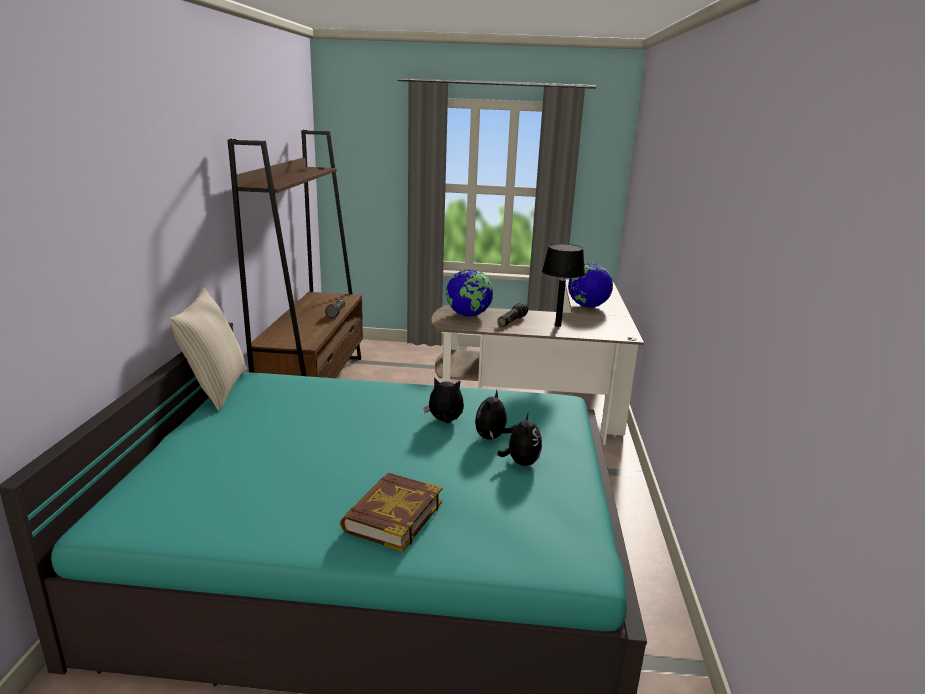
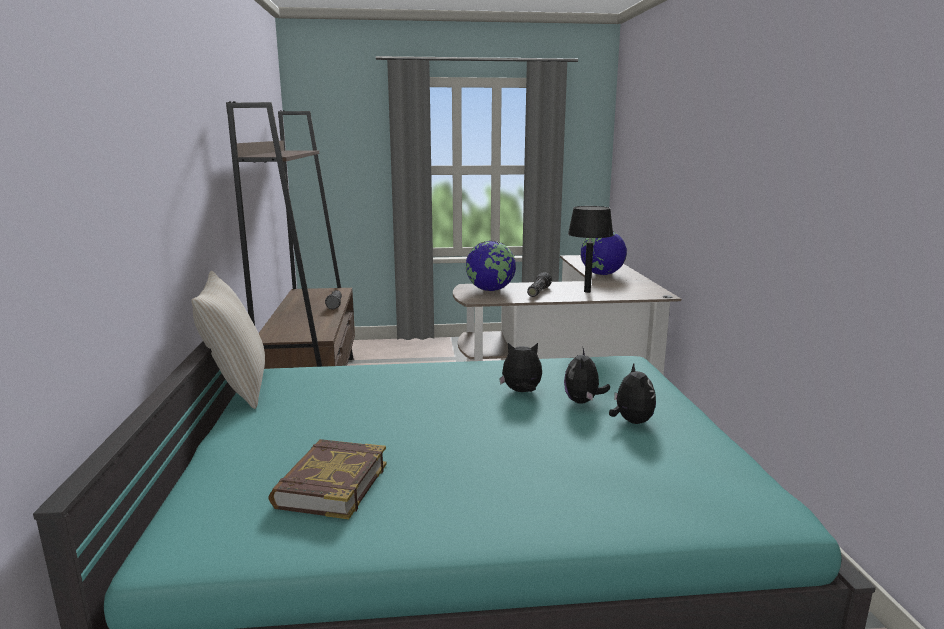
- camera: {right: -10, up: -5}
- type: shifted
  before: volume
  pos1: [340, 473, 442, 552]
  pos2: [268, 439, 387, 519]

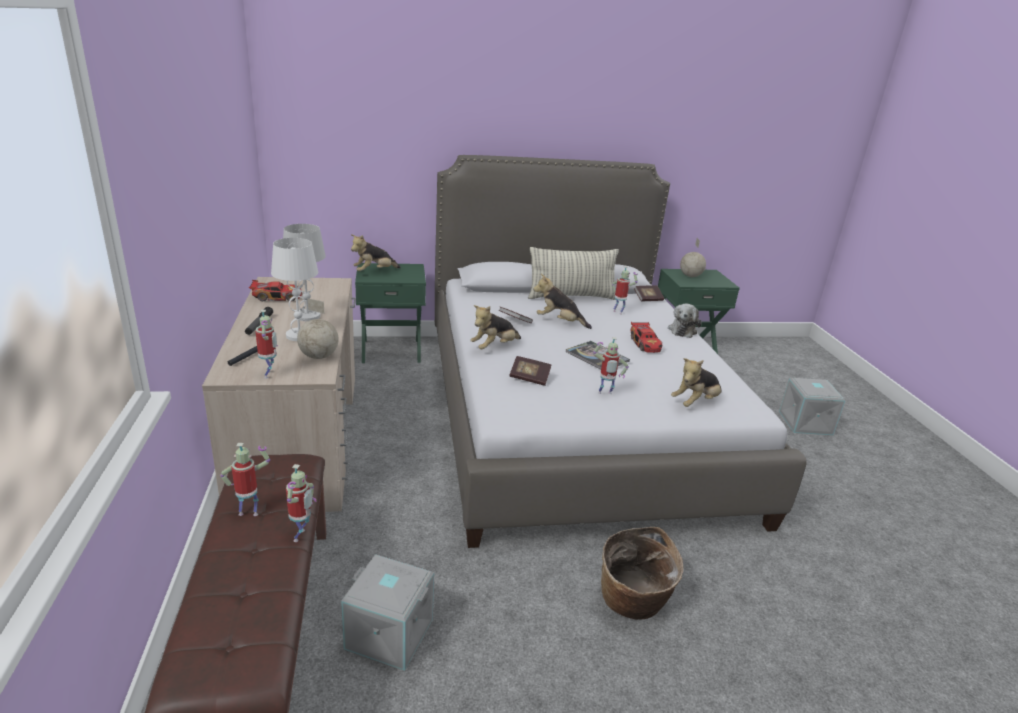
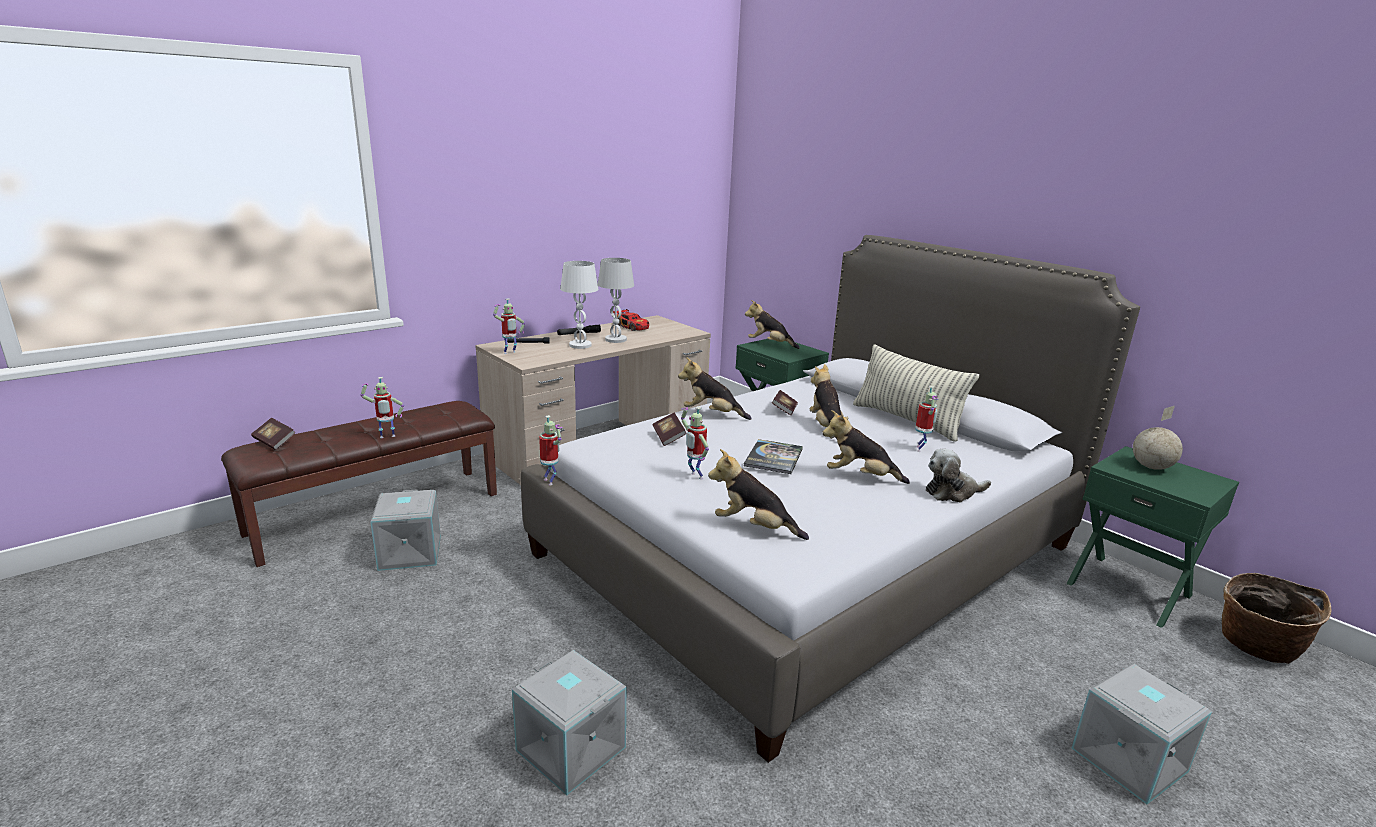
- camera: {right: 60, up: -5}
- type: shifted
  before: volume
  pos1: [634, 285, 664, 301]
  pos2: [251, 418, 296, 450]
- type: gone
  before: globe
  pos1: [297, 298, 339, 359]
- type: swapped
  before: miniature car
  after: soft toy
  pos1: [631, 322, 662, 353]
  pos2: [822, 410, 910, 484]
- type: shifted
  before: toy robot
  pos1: [220, 443, 270, 516]
  pos2: [539, 415, 562, 485]
- type: shifted
  before: storage basket
  pos1: [601, 527, 683, 620]
  pos2: [1222, 573, 1331, 664]
- type: new
  after: gray storage box
  pos2: [512, 650, 626, 795]

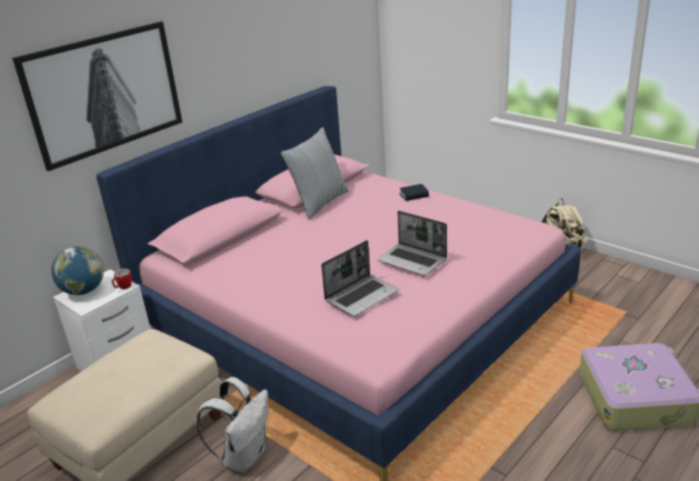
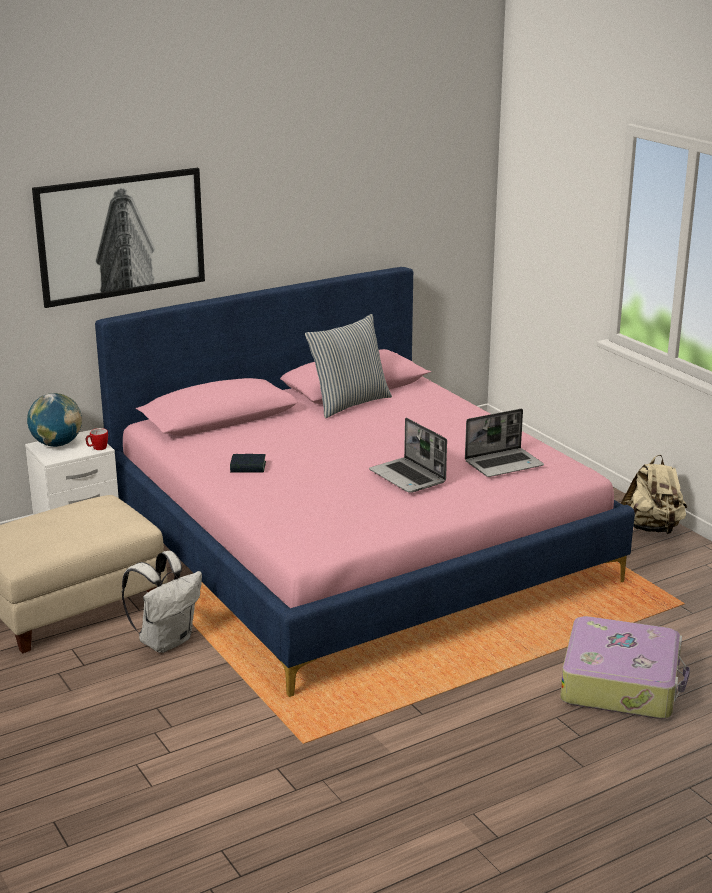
- camera: {right: 15, up: -5}
- type: shifted
  before: volume
  pos1: [399, 184, 429, 201]
  pos2: [230, 454, 266, 472]
- type: shifted
  before: portable computer
  pos1: [321, 240, 399, 316]
  pos2: [465, 409, 544, 477]

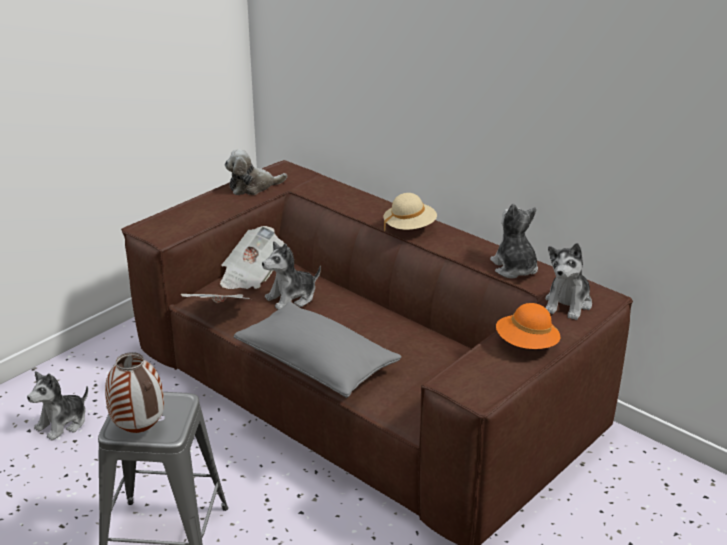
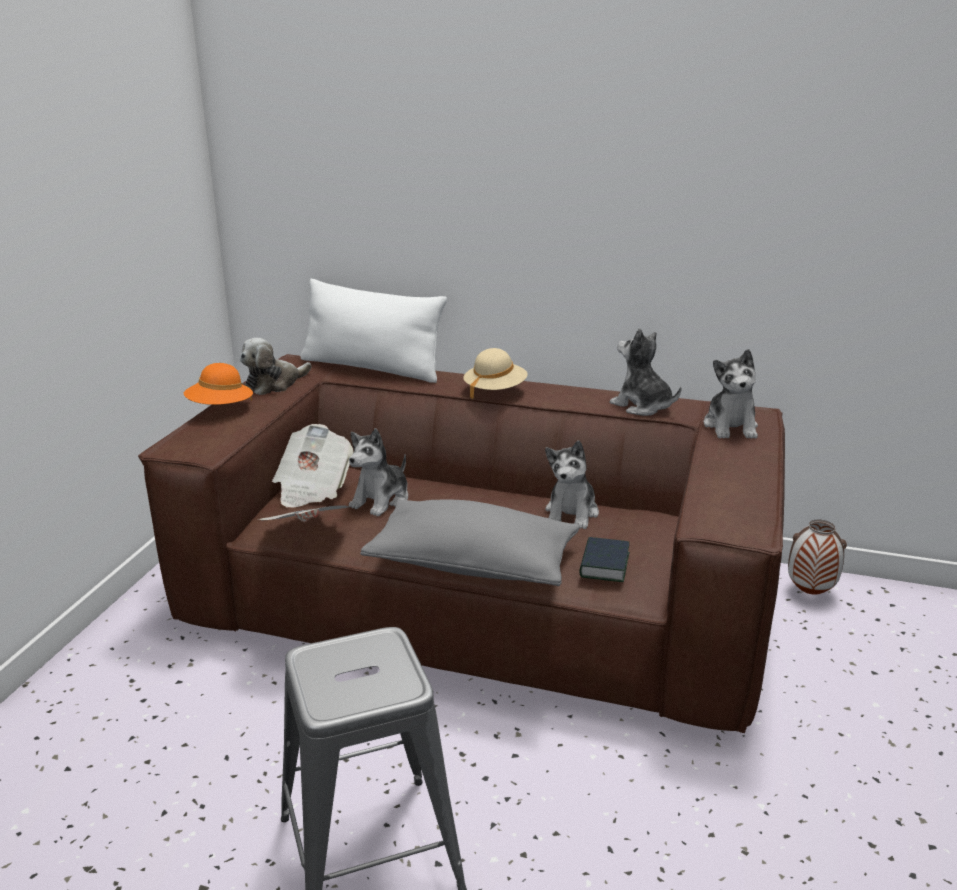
- camera: {right: -25, up: -5}
- type: shifted
  before: orangey wearable hat
  pos1: [496, 303, 560, 349]
  pos2: [184, 363, 253, 405]
- type: shifted
  before: flower vase
  pos1: [105, 352, 164, 433]
  pos2: [788, 520, 847, 595]
- type: shifted
  before: soft toy
  pos1: [27, 371, 88, 441]
  pos2: [545, 440, 599, 529]
- type: new
  after: white cushion
  pos2: [301, 279, 447, 383]
- type: new
  after: volume
  pos2: [579, 537, 630, 582]

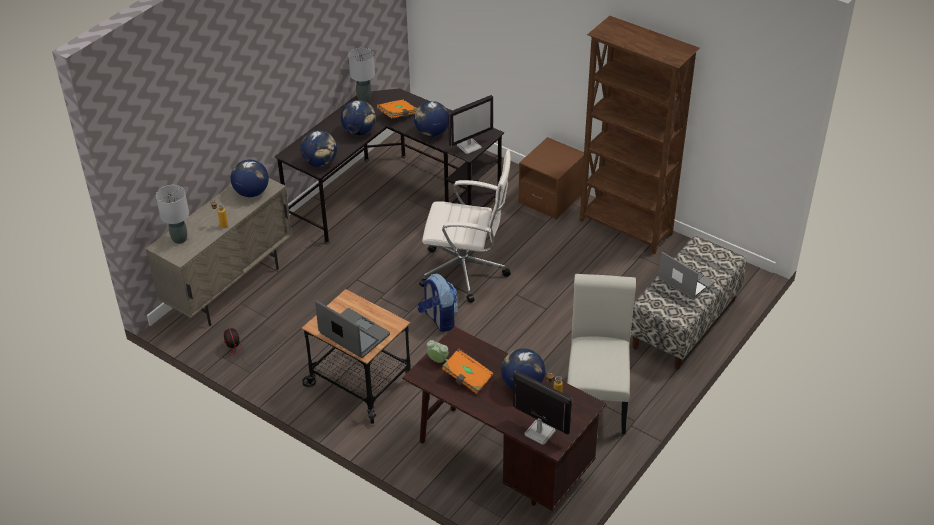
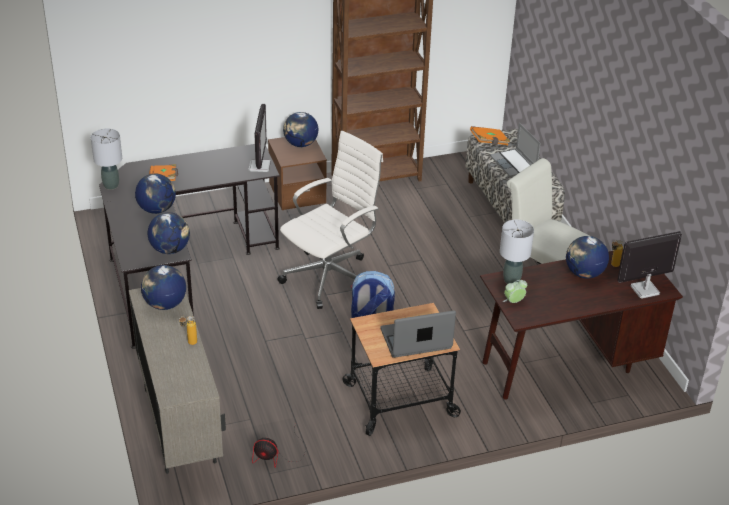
- camera: {right: -55, up: -5}
- type: shifted
  before: globe
  pos1: [414, 101, 449, 137]
  pos2: [283, 112, 318, 147]
- type: shifted
  before: gray lamp for a table
  pos1: [156, 185, 189, 244]
  pos2: [500, 219, 534, 284]
- type: rotated
  before: portable computer
  pos1: [658, 252, 715, 300]
  pos2: [490, 123, 541, 177]
  turn: -105
- type: shifted
  before: orangey volume
  pos1: [442, 348, 493, 394]
  pos2: [470, 126, 510, 145]

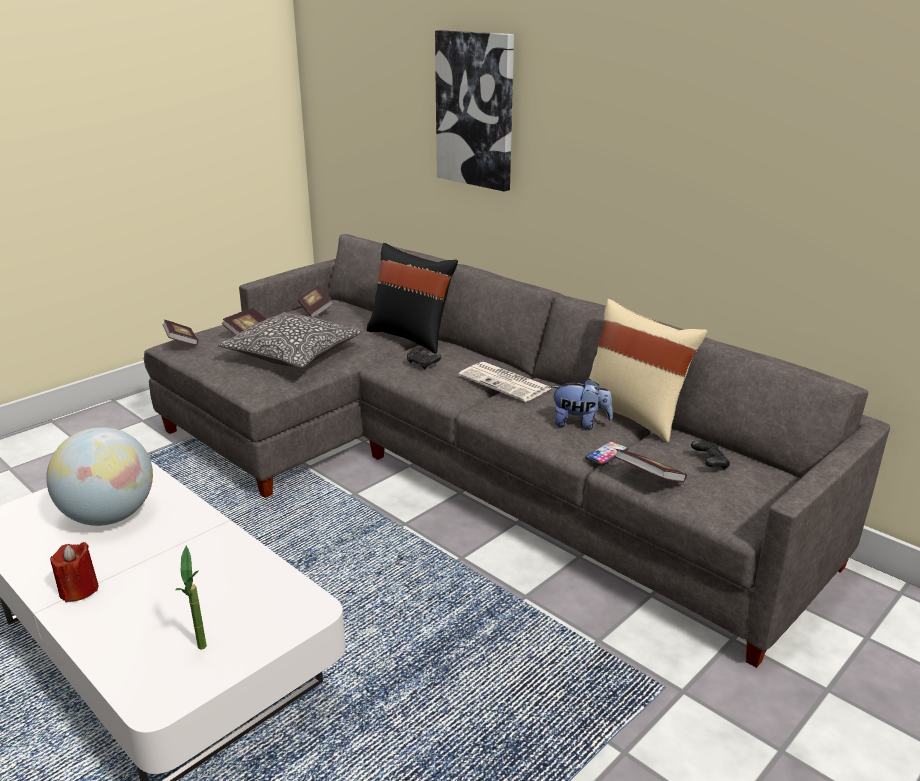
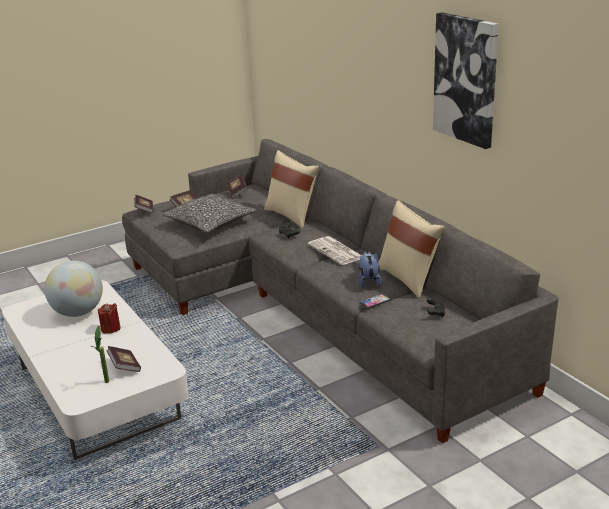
- camera: {right: 15, up: 0}
- type: shifted
  before: wall art
  pos1: [435, 30, 514, 191]
  pos2: [433, 12, 499, 149]
- type: repainted
  before: black cushion
  after: sand-coloured cushion
  pos1: [366, 243, 458, 354]
  pos2: [264, 150, 319, 228]
- type: rotated
  before: soft toy
  pos1: [552, 379, 613, 430]
  pos2: [359, 251, 382, 288]
  turn: -120
- type: shifted
  before: volume
  pos1: [614, 449, 687, 482]
  pos2: [106, 346, 141, 372]
- type: shifted
  before: red-coloured candle
  pos1: [50, 542, 98, 603]
  pos2: [98, 303, 121, 334]

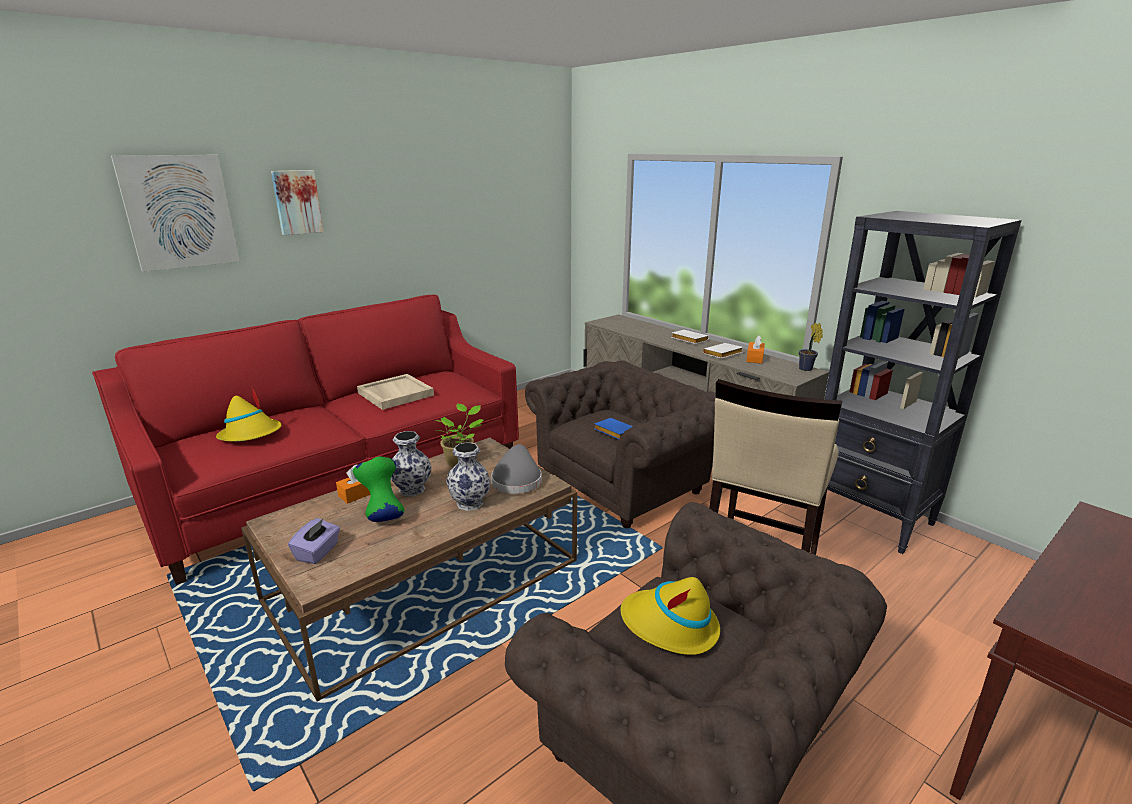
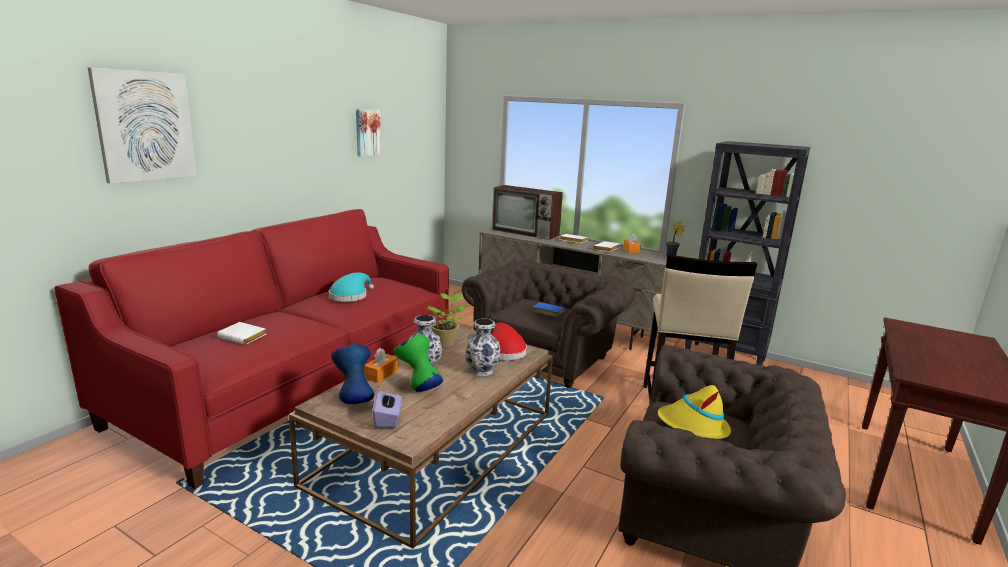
- camera: {right: -20, up: -5}
- type: shifted
  before: wall art
  pos1: [271, 170, 323, 235]
  pos2: [356, 109, 381, 156]
- type: swapped
  before: sand-coloured tray
  after: turquoise wearable hat
  pos1: [357, 374, 434, 410]
  pos2: [329, 272, 374, 302]
- type: swapped
  before: yellow-coloured wearable hat
  after: white volume
  pos1: [216, 386, 281, 441]
  pos2: [217, 322, 266, 345]
- type: repainted
  before: gray wearable hat
  after: red-coloured wearable hat
  pos1: [491, 444, 542, 494]
  pos2: [491, 322, 527, 360]
- type: new
  after: TV set
  pos2: [492, 185, 563, 240]
- type: new
  after: blue flower vase
  pos2: [331, 344, 374, 404]

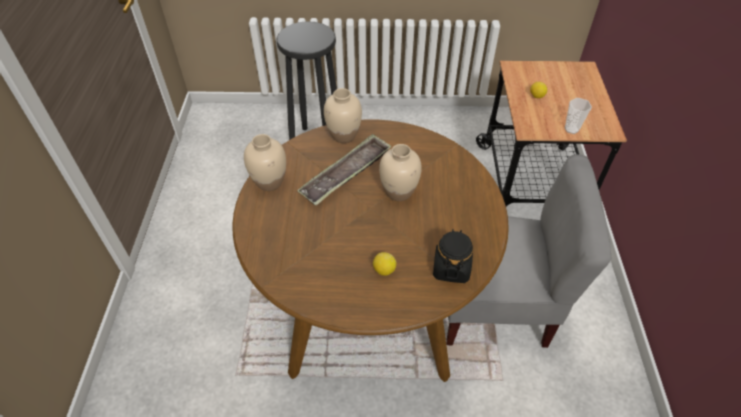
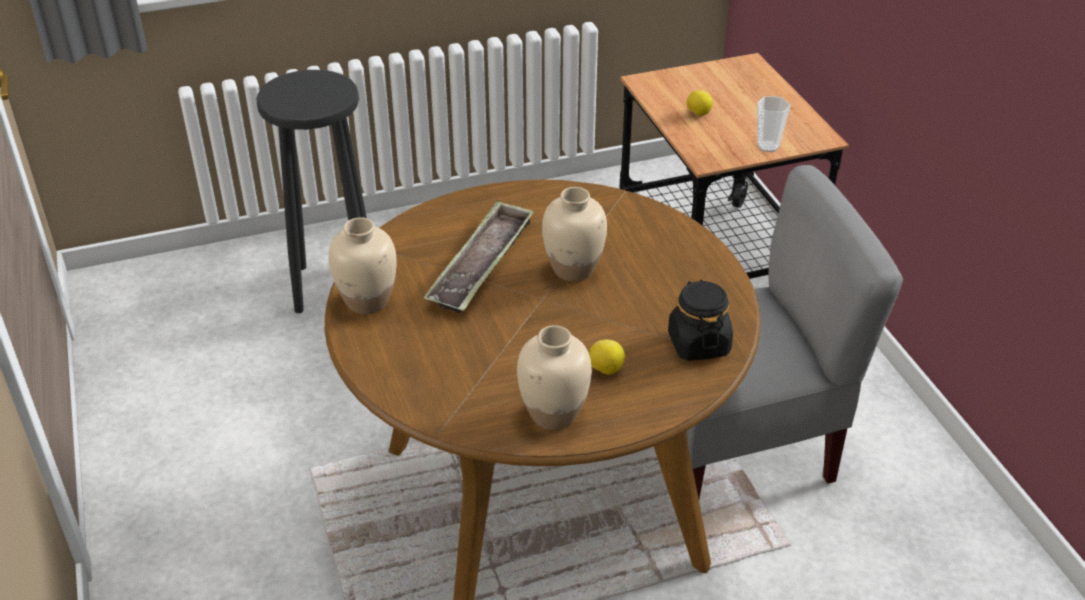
- camera: {right: -20, up: -10}
- type: shifted
  before: sand-coloured flower vase
  pos1: [324, 88, 362, 143]
  pos2: [517, 325, 592, 430]

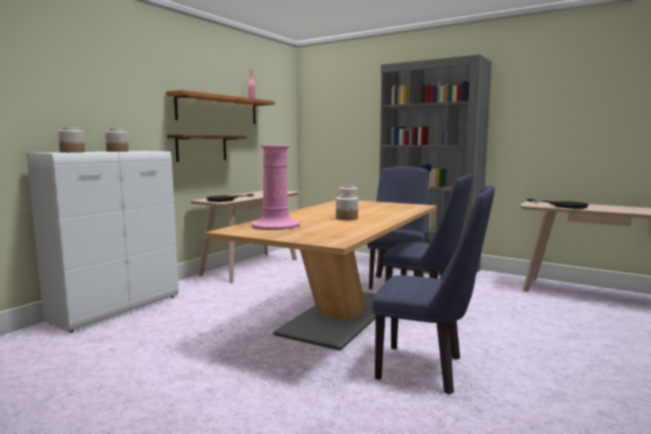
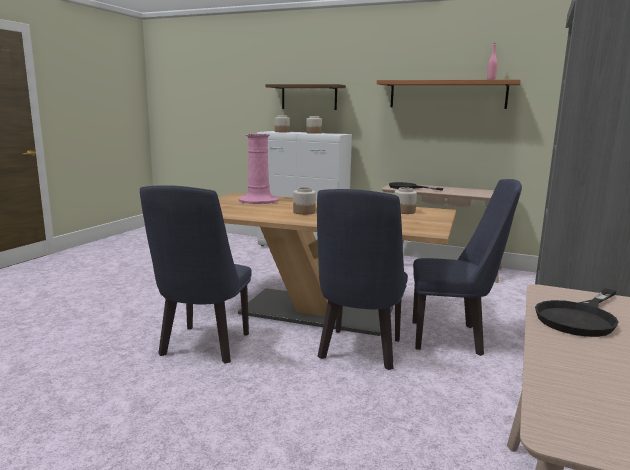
- camera: {right: 80, up: 5}
- type: shifted
  before: bracket shelf
  pos1: [167, 135, 246, 162]
  pos2: [266, 84, 346, 110]

